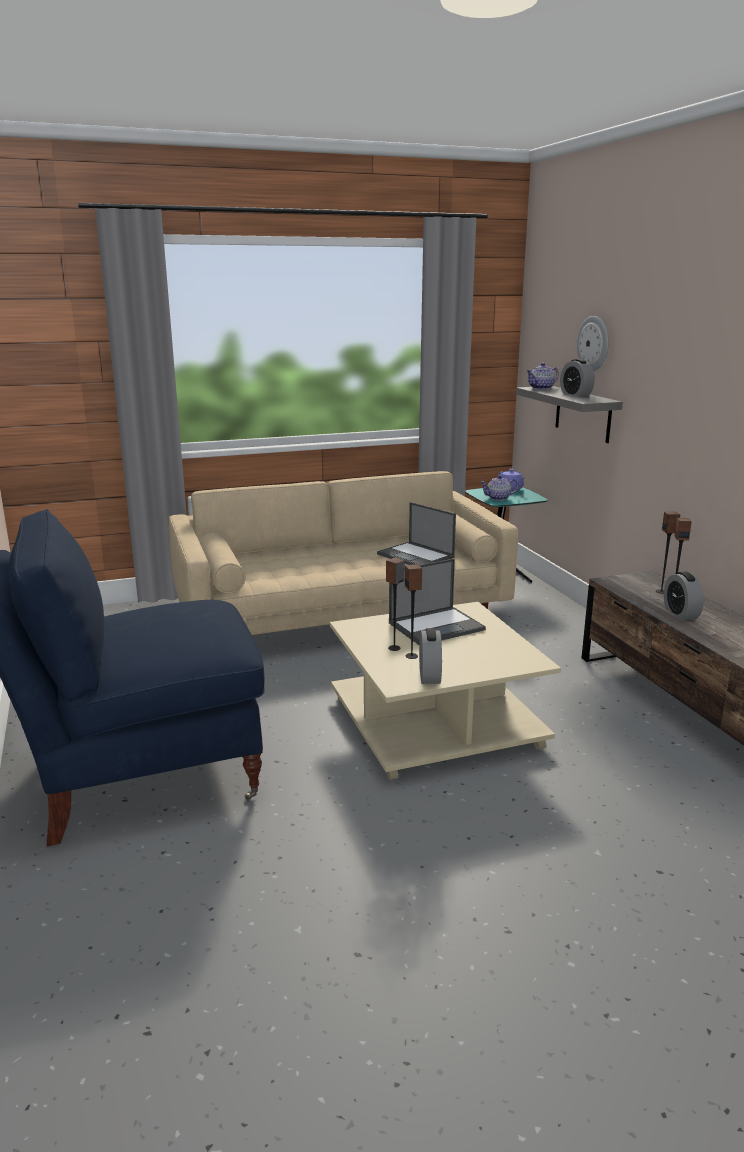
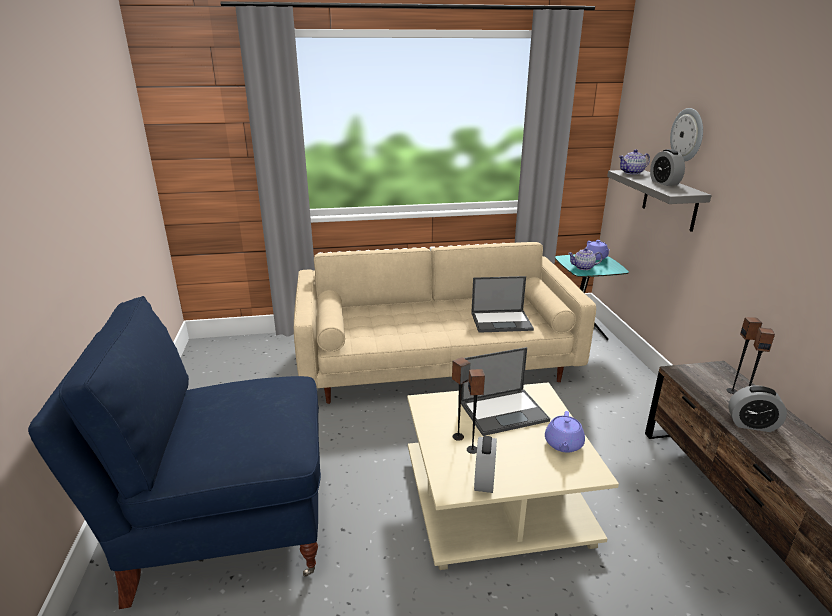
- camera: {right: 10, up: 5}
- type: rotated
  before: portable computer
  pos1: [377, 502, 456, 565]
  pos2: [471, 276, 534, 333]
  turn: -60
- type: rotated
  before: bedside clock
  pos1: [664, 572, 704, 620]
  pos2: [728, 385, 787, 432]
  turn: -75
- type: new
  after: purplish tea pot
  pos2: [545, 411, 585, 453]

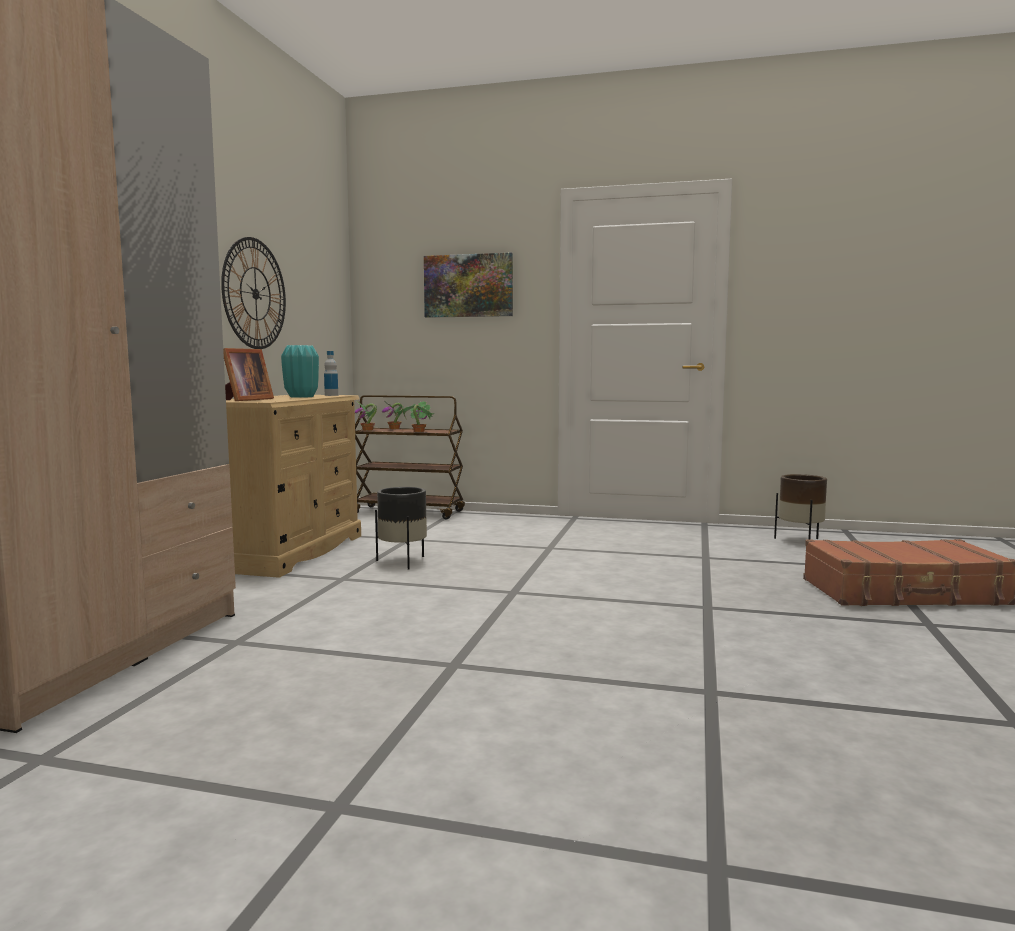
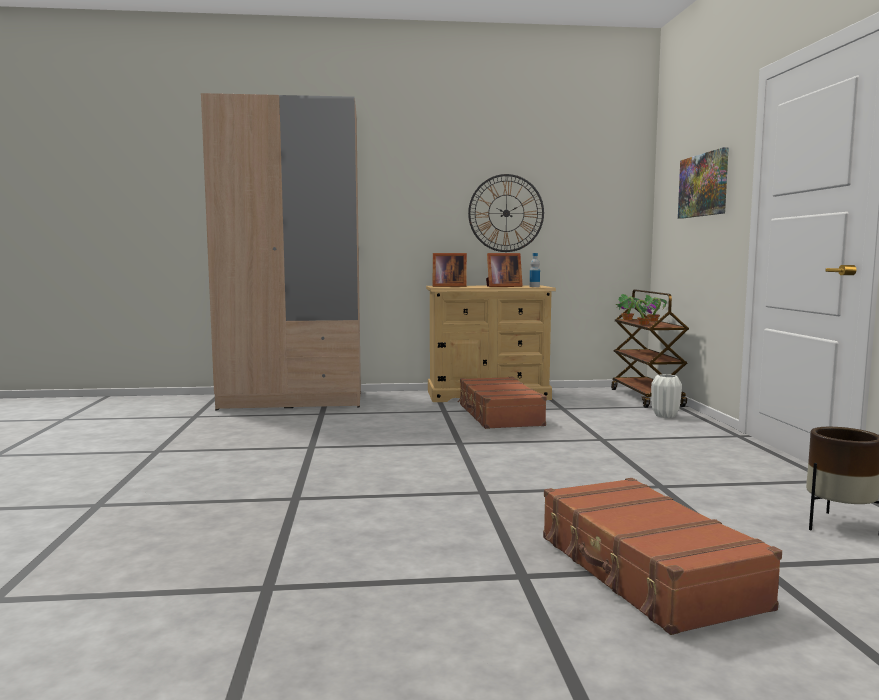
- camera: {right: 70, up: 0}
- type: swapped
  before: turquoise flower vase
  after: standing frame
  pos1: [281, 345, 319, 398]
  pos2: [486, 253, 523, 287]
- type: swapped
  before: black plant pot
  after: brown suitcase
  pos1: [375, 487, 427, 570]
  pos2: [458, 377, 547, 429]
- type: new
  after: white flower vase
  pos2: [651, 374, 682, 418]

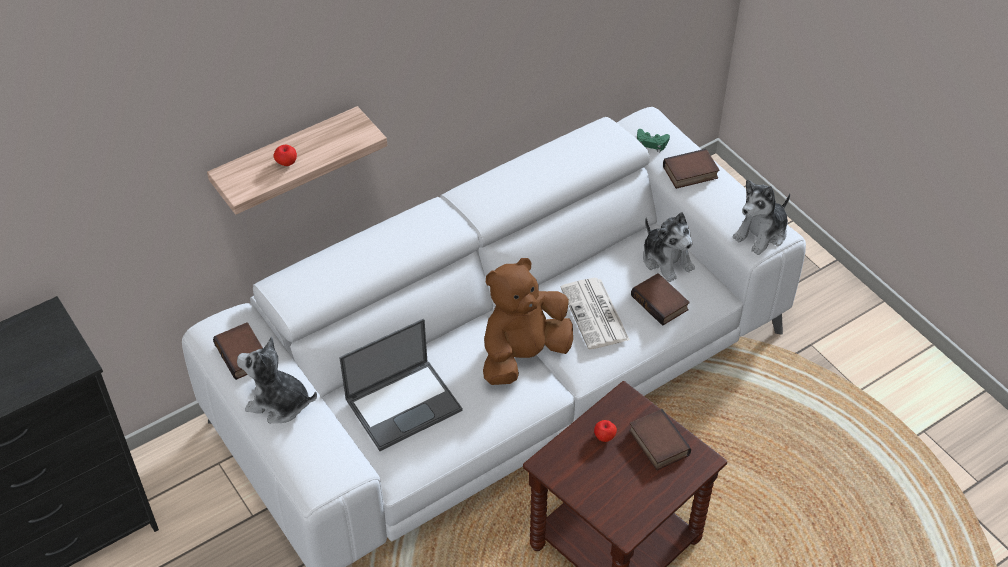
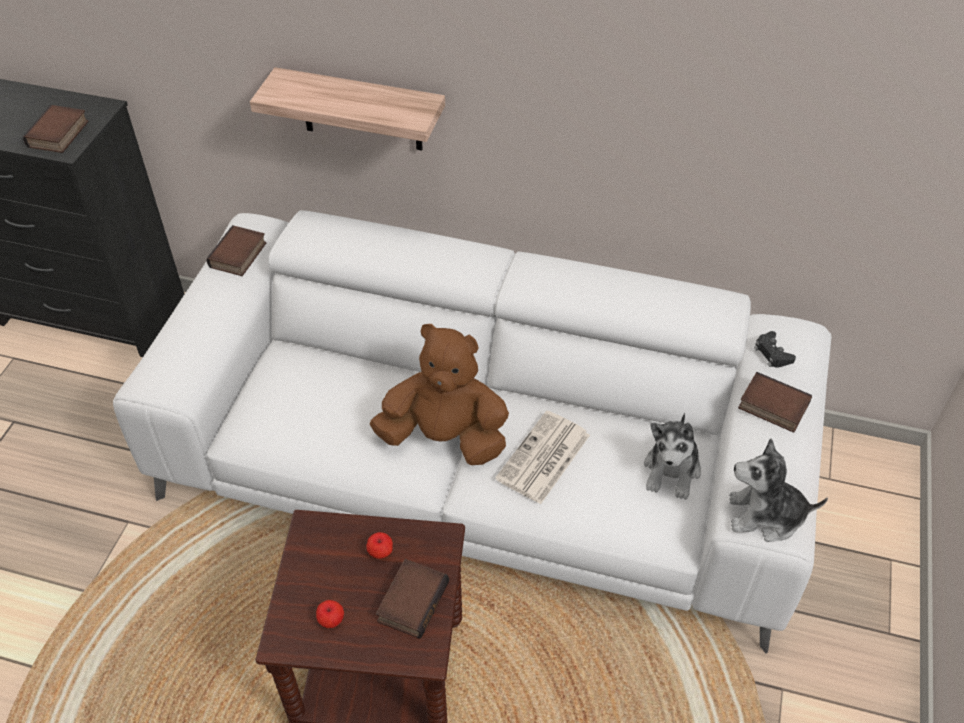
- camera: {right: 50, up: 0}
- type: repainted
  before: green game controller
  after: black game controller
  pos1: [637, 129, 670, 152]
  pos2: [754, 331, 796, 368]
- type: shifted
  before: apple fruit
  pos1: [273, 144, 297, 166]
  pos2: [316, 600, 344, 628]
- type: shifted
  before: volume
  pos1: [631, 273, 690, 326]
  pos2: [23, 105, 89, 153]
- type: gone
  before: portable computer
  pos1: [339, 319, 462, 451]
- type: gone
  before: soft toy
  pos1: [237, 337, 317, 423]

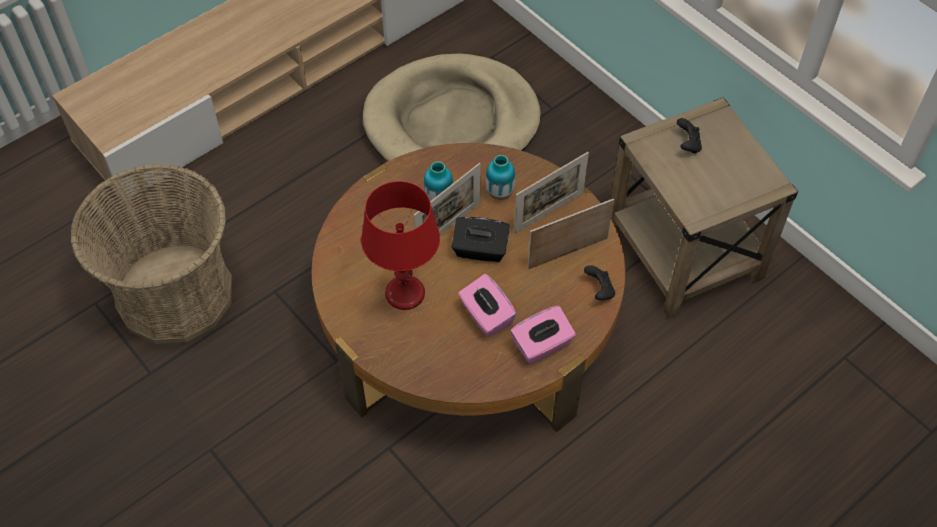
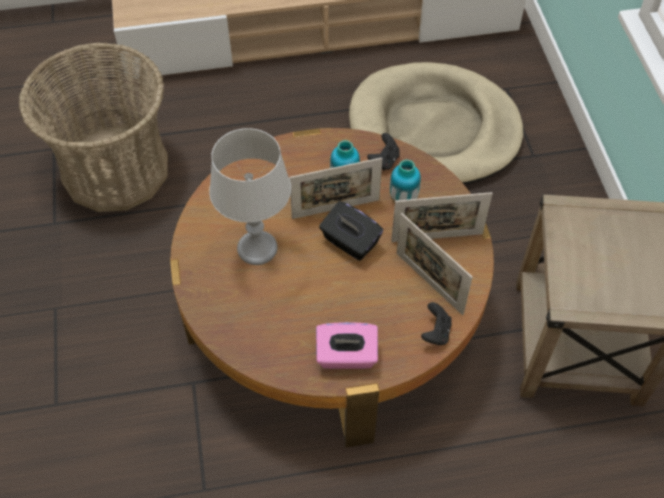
- camera: {right: 30, up: 0}
- type: shifted
  before: black game controller
  pos1: [677, 118, 702, 154]
  pos2: [367, 133, 400, 171]
- type: repainted
  before: red-coloured lamp for a table
  after: gray lamp for a table
  pos1: [361, 181, 440, 310]
  pos2: [209, 128, 291, 265]
- type: rotated
  before: standing frame
  pos1: [527, 199, 614, 270]
  pos2: [397, 213, 473, 315]
  turn: -135
- type: gone
  before: pinkish box of tissues
  pos1: [458, 274, 517, 337]

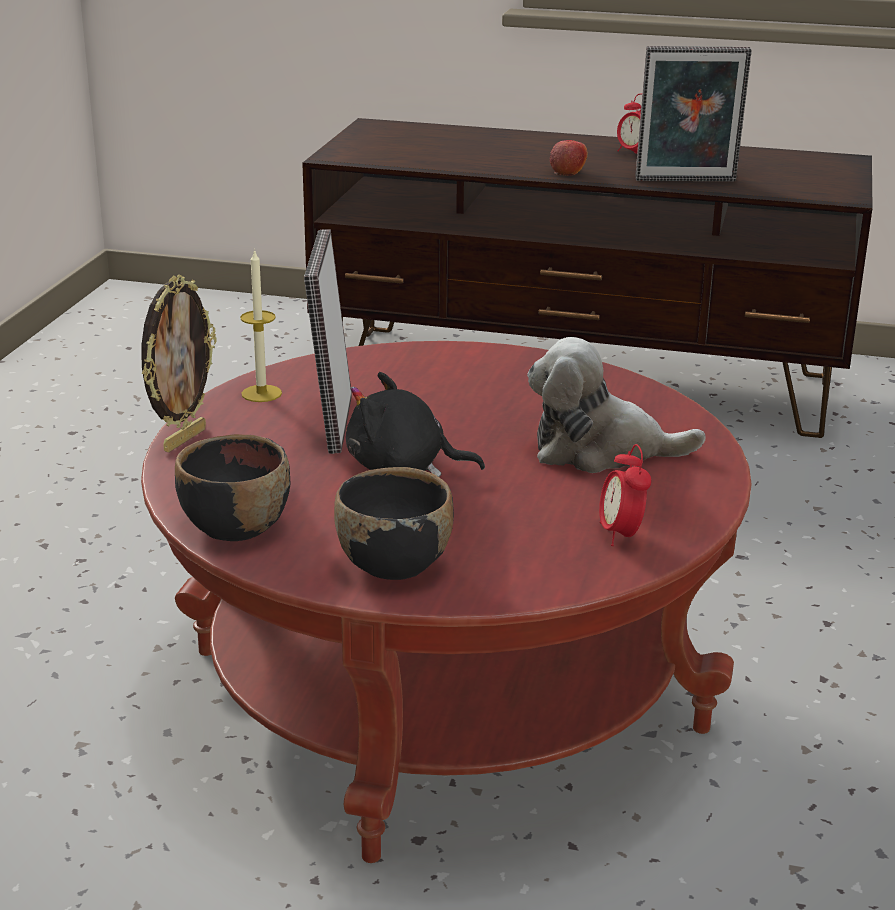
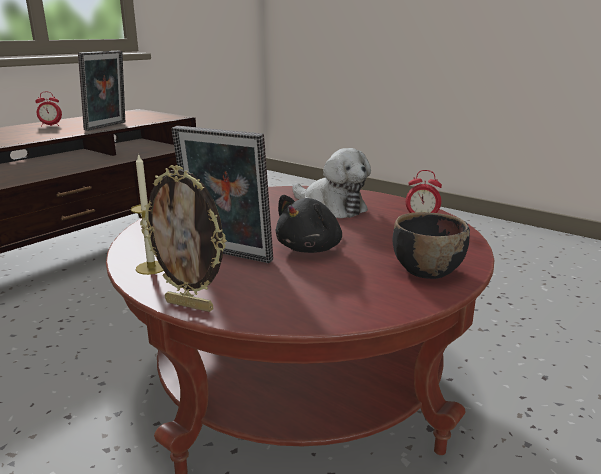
- camera: {right: -65, up: -5}
- type: gone
  before: apple fruit
  pos1: [550, 140, 587, 176]
- type: rotated
  before: standing frame
  pos1: [141, 275, 217, 452]
  pos2: [140, 165, 227, 312]
  turn: 150
- type: rotated
  before: soft toy
  pos1: [527, 337, 705, 473]
  pos2: [292, 148, 371, 218]
  turn: -75
- type: gone
  before: black bowl
  pos1: [175, 434, 290, 541]

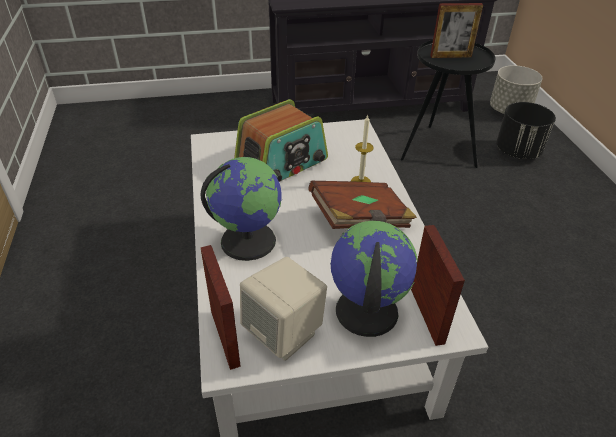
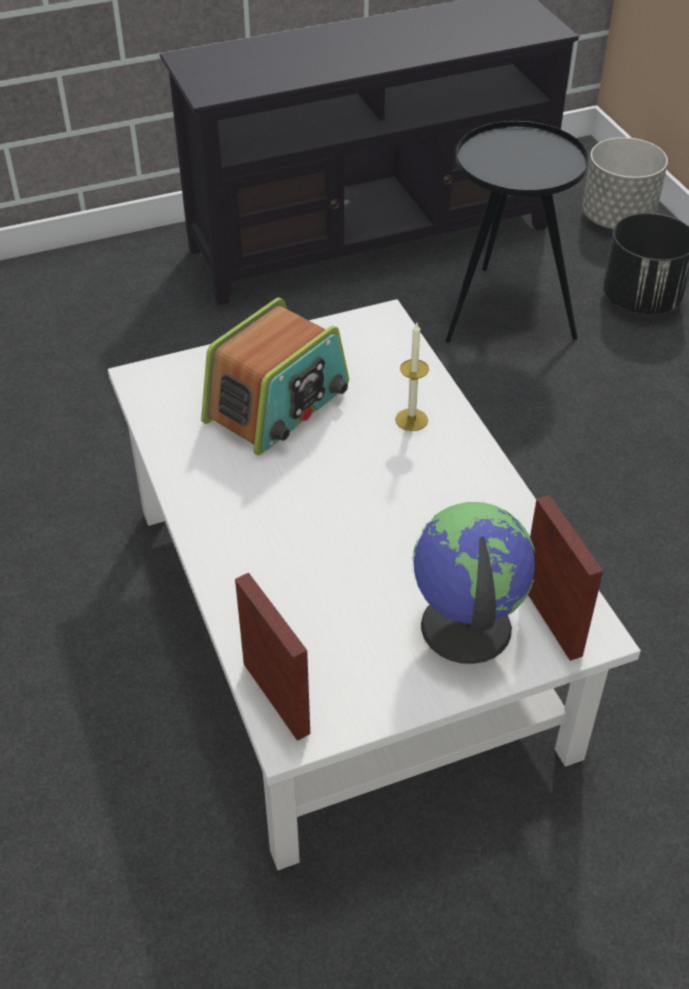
- camera: {right: -10, up: 5}
- type: gone
  before: standing frame
  pos1: [430, 3, 483, 58]
- type: gone
  before: globe
  pos1: [201, 157, 282, 261]
- type: gone
  before: brown volume
  pos1: [308, 181, 417, 229]
- type: gone
  before: sand-coloured audio speaker
  pos1: [240, 257, 327, 361]

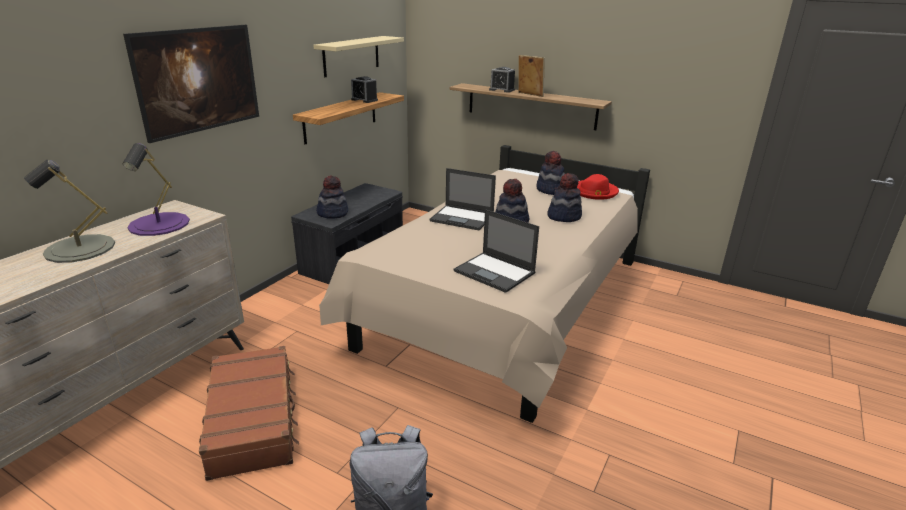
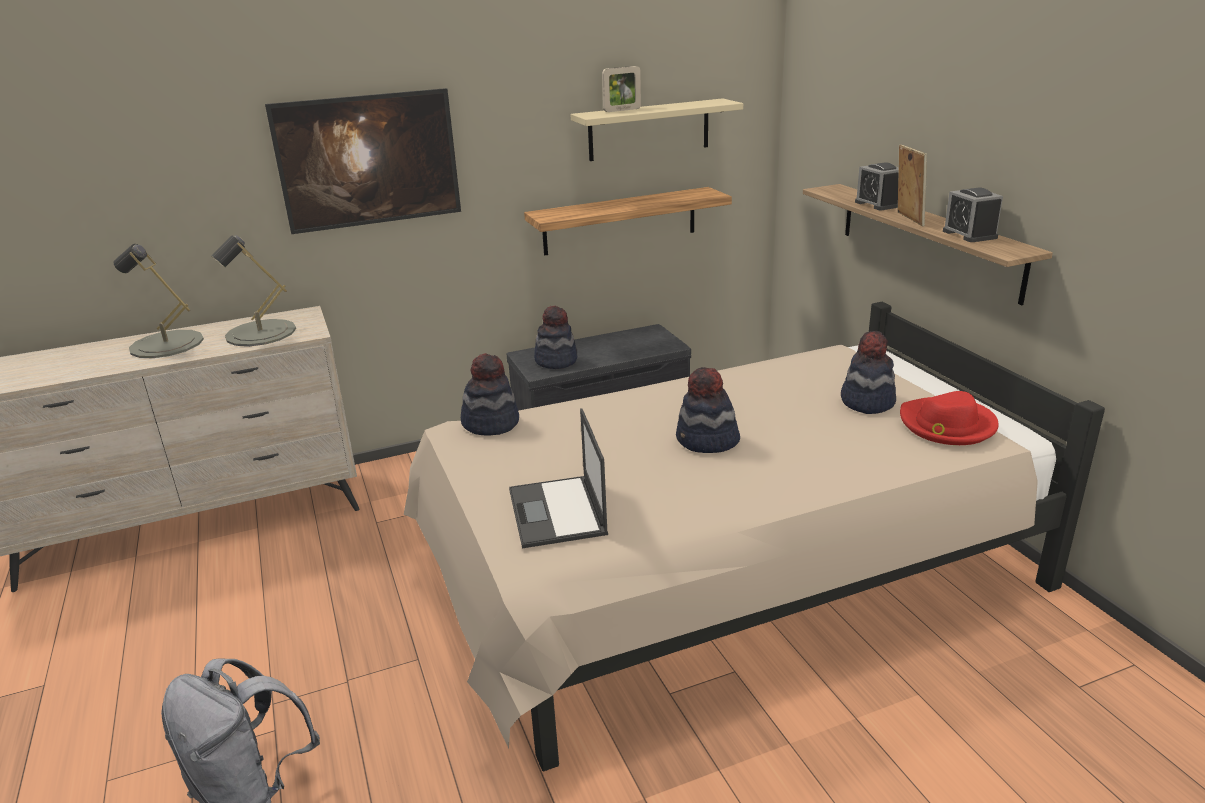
- camera: {right: 40, up: 0}
- type: shifted
  before: bedside clock
  pos1: [351, 76, 378, 103]
  pos2: [943, 188, 1003, 242]
- type: repainted
  before: purplish lamp for a table
  after: gray lamp for a table
  pos1: [122, 143, 190, 236]
  pos2: [212, 236, 296, 346]
- type: gone
  before: portable computer
  pos1: [429, 168, 496, 230]
- type: shifted
  before: wearable hat
  pos1: [547, 173, 582, 222]
  pos2: [461, 353, 519, 435]
- type: gone
  before: brown suitcase
  pos1: [199, 346, 299, 481]
- type: new
  after: standing frame
  pos2: [602, 66, 641, 112]

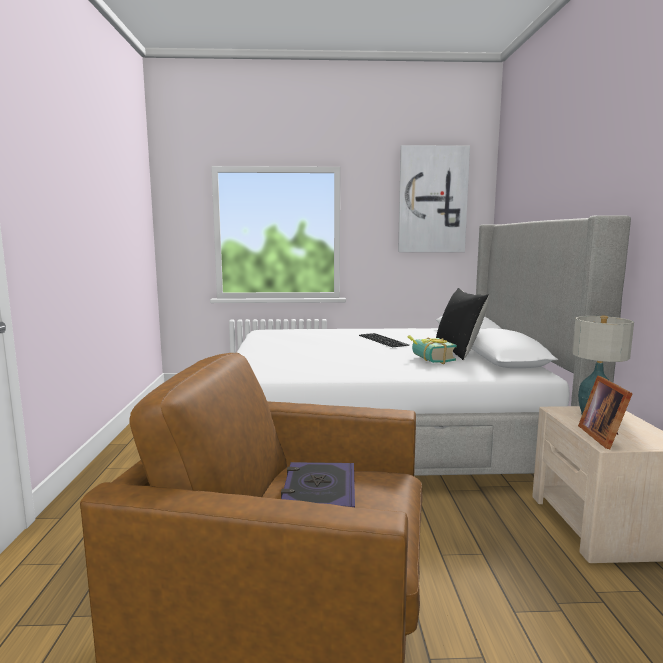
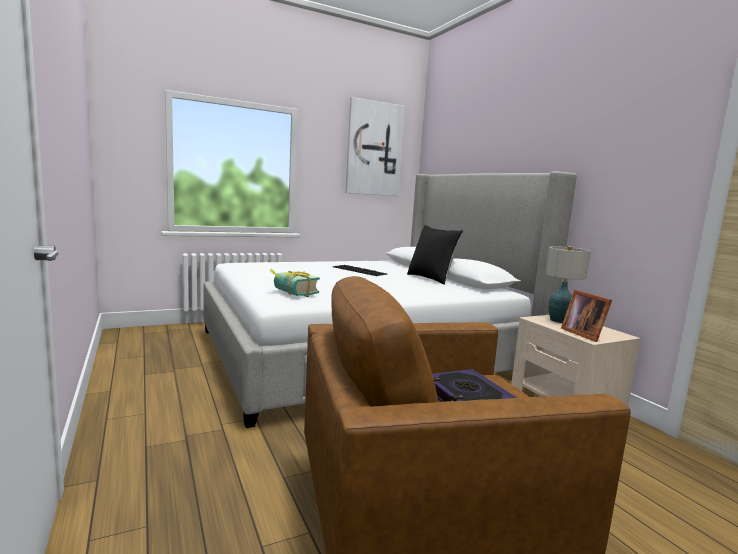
- camera: {right: -25, up: 0}
- type: shifted
  before: volume
  pos1: [408, 335, 457, 364]
  pos2: [269, 269, 320, 297]

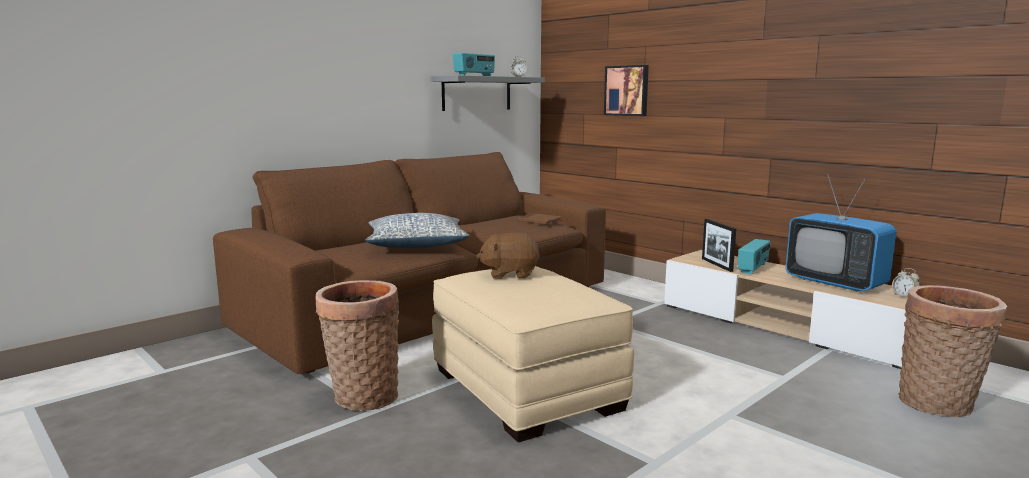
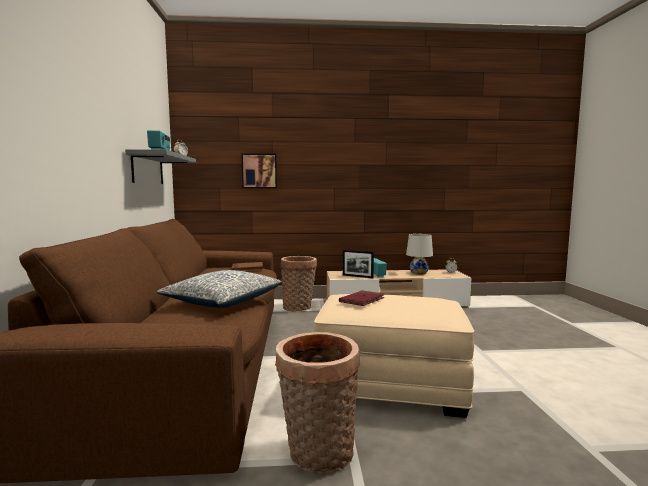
- camera: {right: -50, up: -5}
- type: swapped
  before: TV set
  after: white lamp for a table
  pos1: [786, 174, 897, 292]
  pos2: [406, 234, 433, 275]
- type: swapped
  before: brown soft toy
  after: red-coloured volume
  pos1: [477, 233, 540, 279]
  pos2: [339, 290, 385, 306]
- type: shifted
  before: storage basket
  pos1: [899, 285, 1007, 417]
  pos2: [280, 256, 317, 312]

